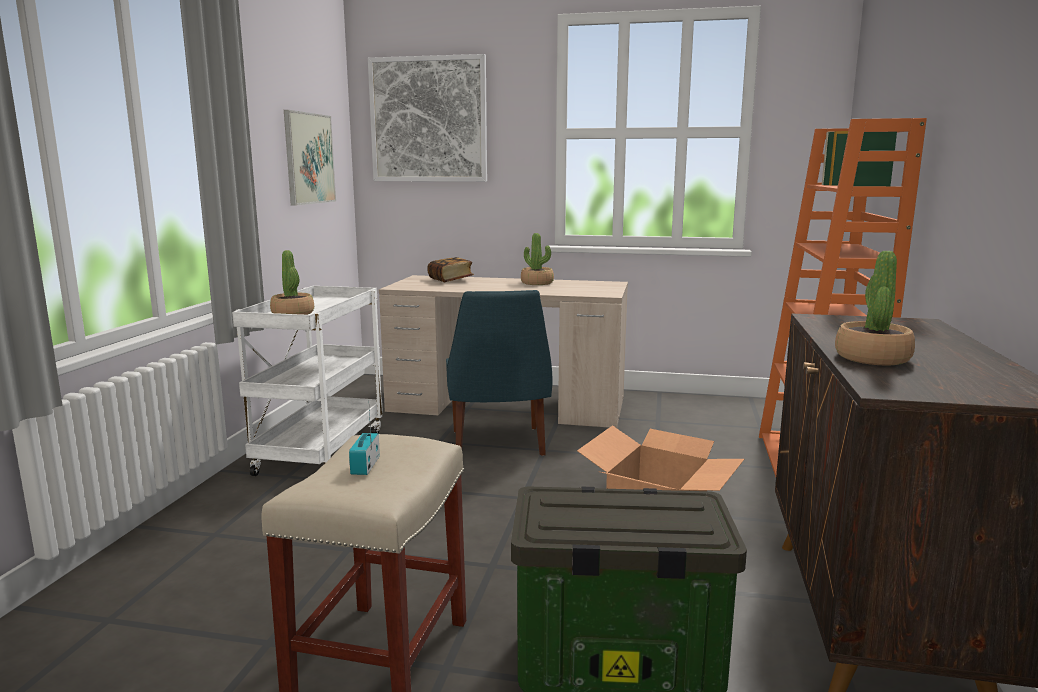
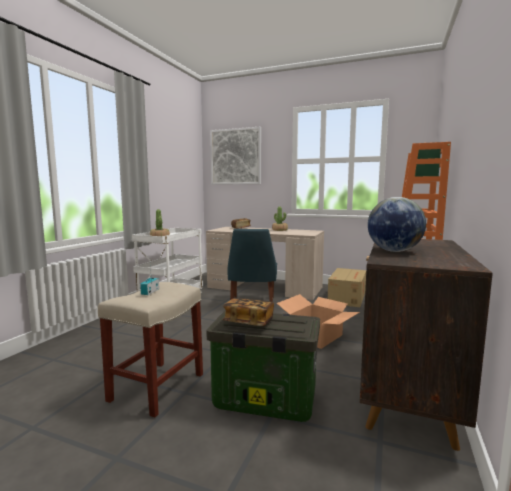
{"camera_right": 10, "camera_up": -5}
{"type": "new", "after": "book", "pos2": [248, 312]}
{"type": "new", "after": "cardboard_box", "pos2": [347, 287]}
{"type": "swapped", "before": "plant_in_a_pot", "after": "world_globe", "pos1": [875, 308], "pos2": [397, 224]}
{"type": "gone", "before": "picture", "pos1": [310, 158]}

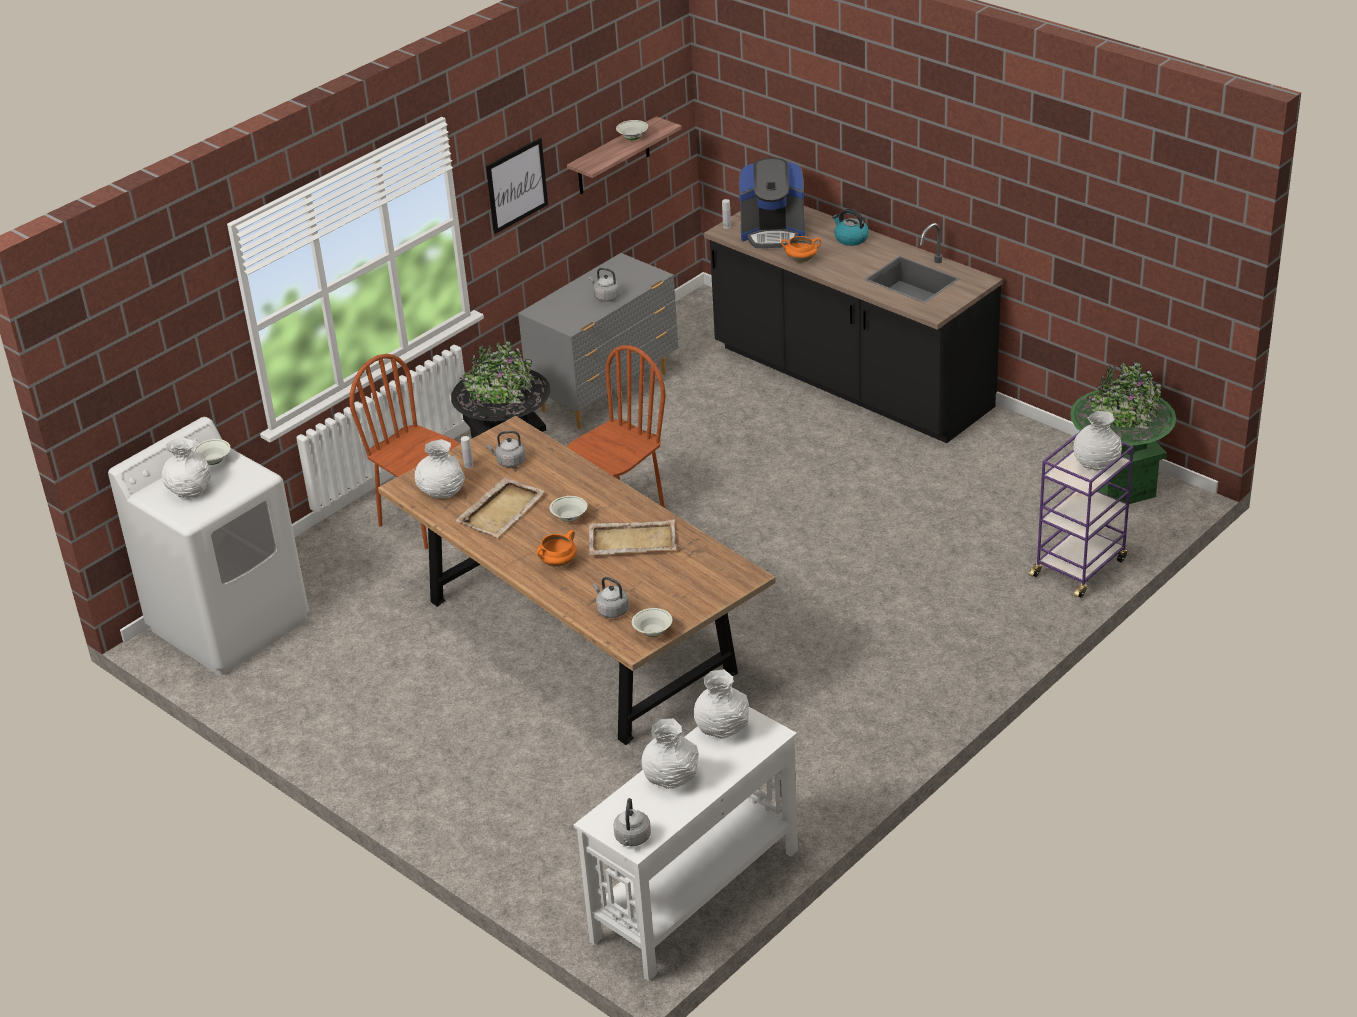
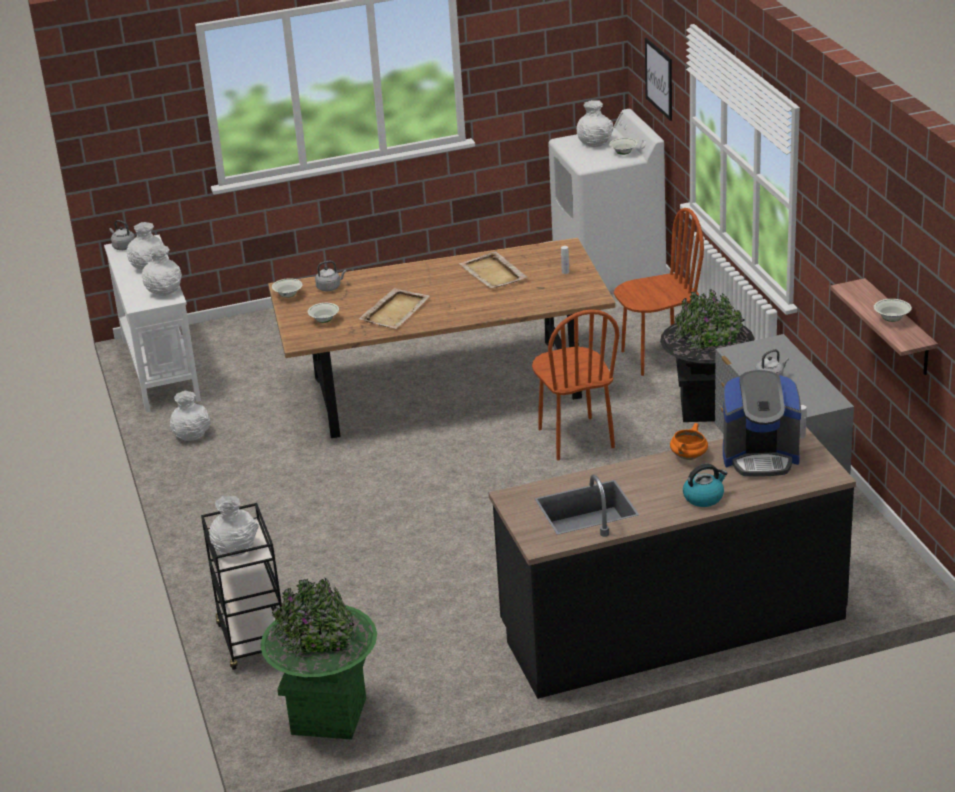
{"camera_right": 120, "camera_up": -5}
{"type": "shifted", "before": "white-coloured_flower_vase", "pos1": [440, 468], "pos2": [190, 415]}
{"type": "repainted", "before": "purple_wheeled_cart", "after": "black-coloured_wheeled_cart", "pos1": [1081, 515], "pos2": [241, 586]}
{"type": "shifted", "before": "white-coloured_deep_dish", "pos1": [569, 509], "pos2": [323, 313]}
{"type": "shifted", "before": "picture", "pos1": [517, 186], "pos2": [658, 79]}
{"type": "rotated", "before": "coffee_brewer", "pos1": [772, 203], "pos2": [762, 423], "turn": -120}
{"type": "gone", "before": "grey_tea_kettle", "pos1": [506, 449]}
{"type": "gone", "before": "orange-coloured_saucepot", "pos1": [556, 548]}

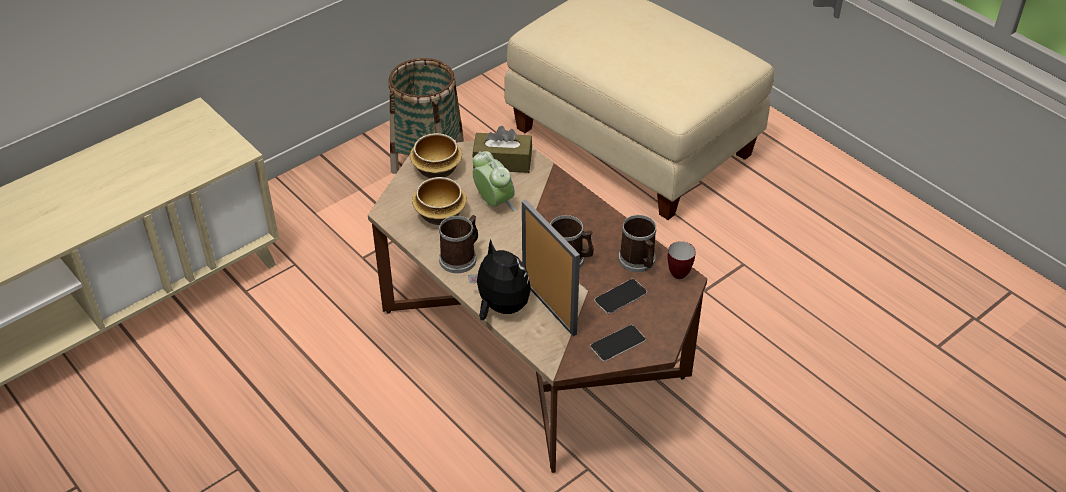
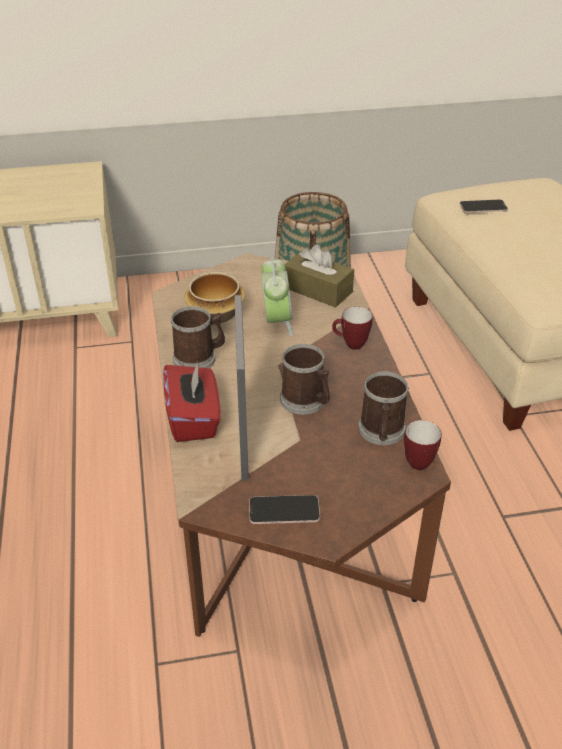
{"camera_right": 30, "camera_up": -5}
{"type": "swapped", "before": "cuddly_toy", "after": "red-coloured_box_of_tissues", "pos1": [499, 279], "pos2": [191, 402]}
{"type": "new", "after": "tea_mug", "pos2": [352, 328]}
{"type": "shifted", "before": "phone", "pos1": [620, 296], "pos2": [484, 206]}
{"type": "gone", "before": "deep_dish", "pos1": [436, 155]}

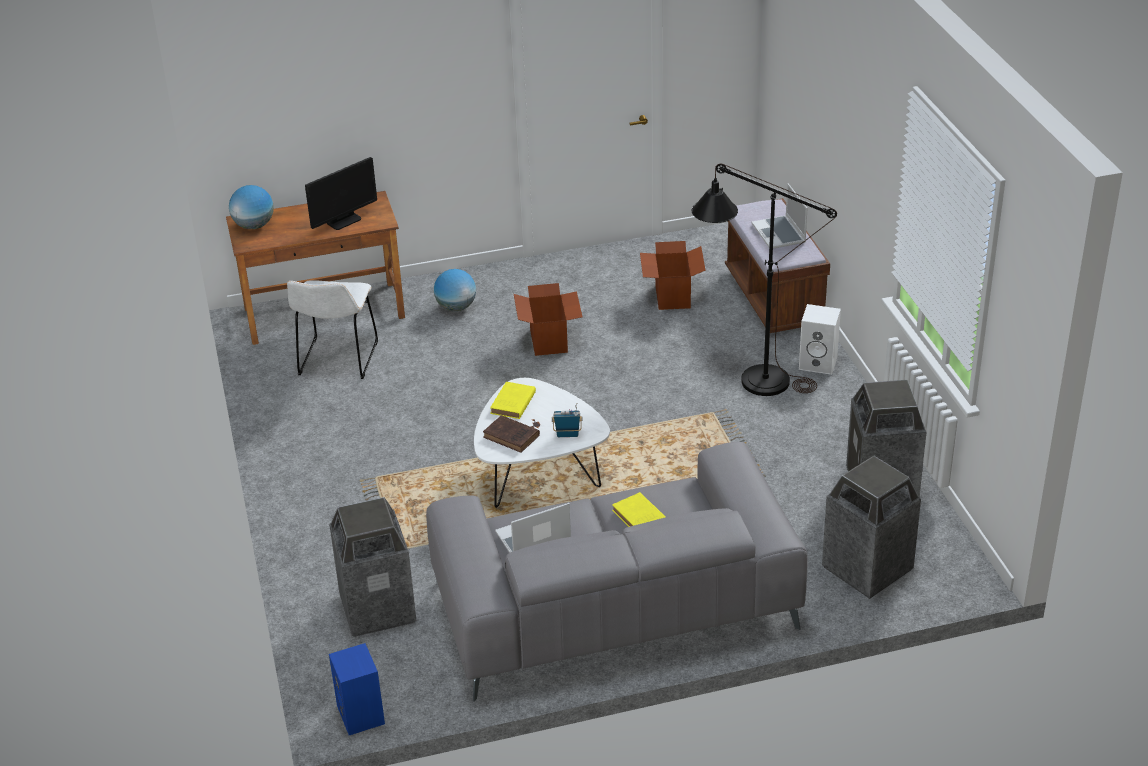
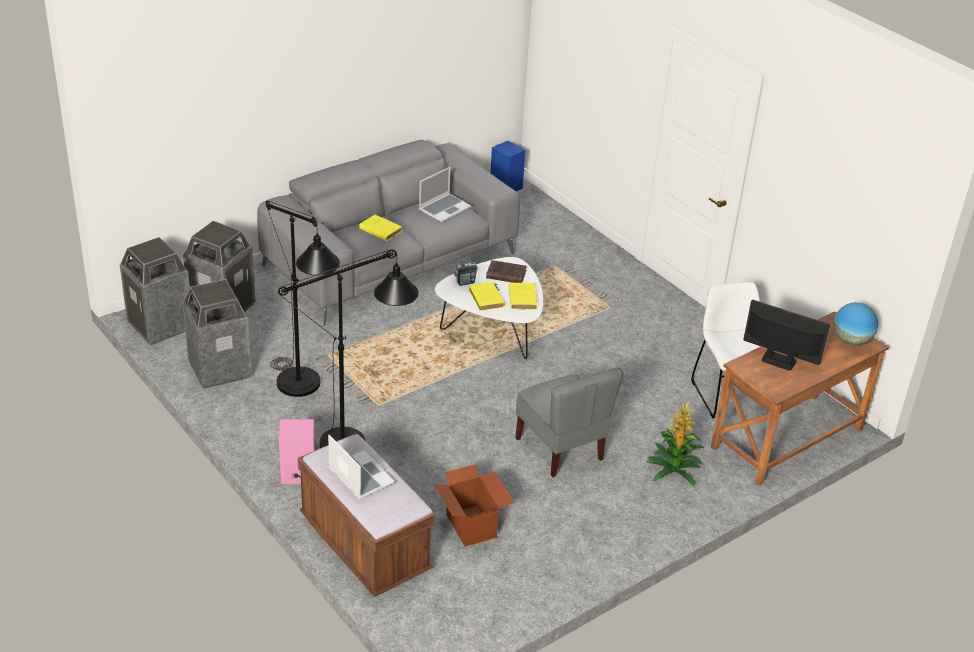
{"camera_right": 155, "camera_up": 0}
{"type": "shifted", "before": "waste_bin", "pos1": [373, 567], "pos2": [154, 291]}
{"type": "new", "after": "black-coloured_standing_lamp", "pos2": [303, 299]}
{"type": "repainted", "before": "white-coloured_audio_speaker", "after": "pinkish_audio_speaker", "pos1": [820, 339], "pos2": [297, 451]}
{"type": "new", "after": "yellow_book", "pos2": [487, 296]}
{"type": "swapped", "before": "cardboard_box", "after": "grey_plain_chair", "pos1": [548, 319], "pos2": [569, 422]}
{"type": "swapped", "before": "world_globe", "after": "plant_in_a_pot", "pos1": [455, 290], "pos2": [675, 444]}
{"type": "rotated", "before": "monitor", "pos1": [341, 193], "pos2": [786, 335], "turn": 90}

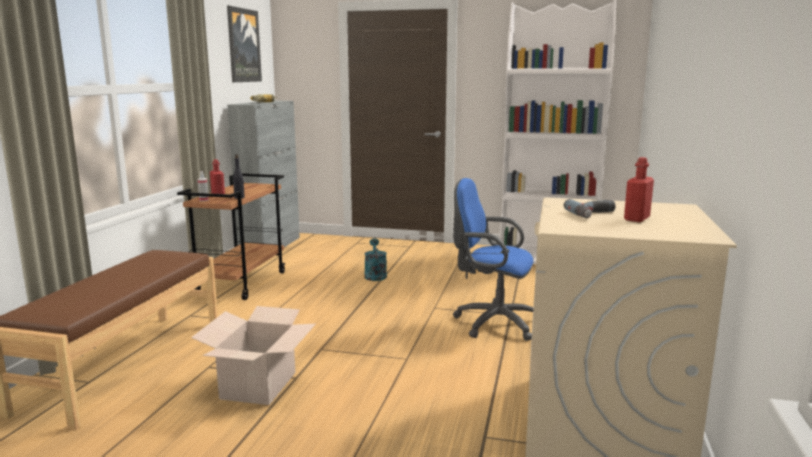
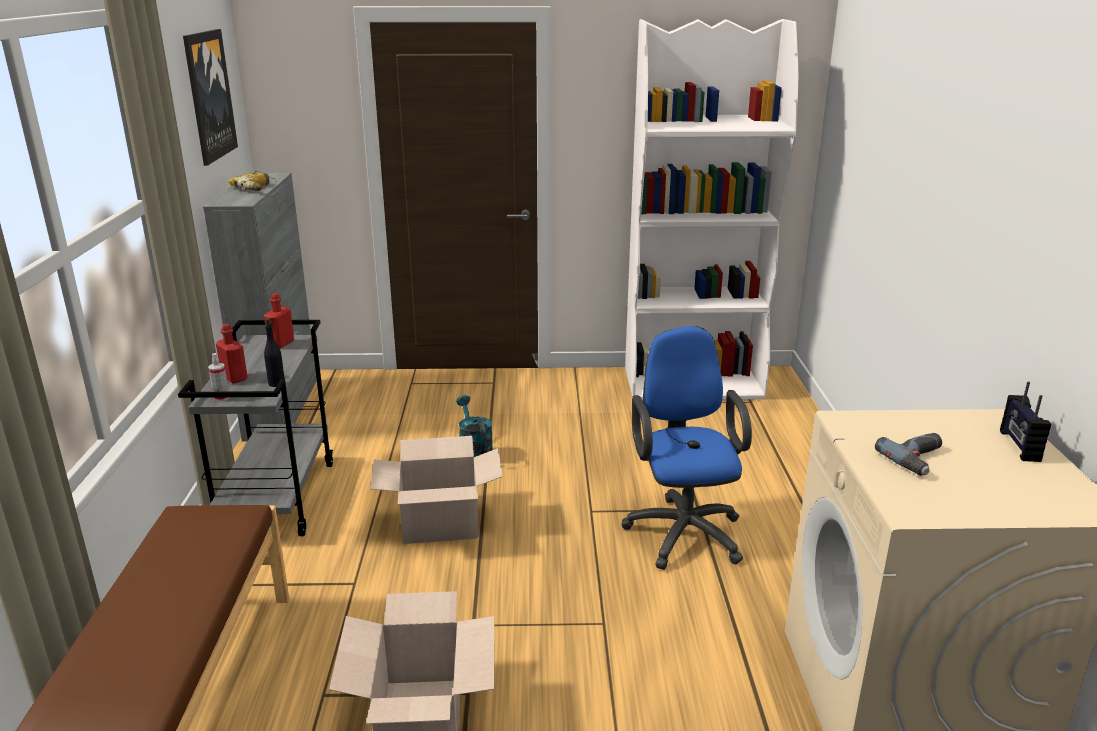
{"camera_right": -15, "camera_up": 10}
{"type": "repainted", "before": "brown_wheeled_cart", "after": "grey_wheeled_cart", "pos1": [231, 236], "pos2": [255, 428]}
{"type": "shifted", "before": "red-coloured_drink_bottle", "pos1": [639, 189], "pos2": [279, 321]}
{"type": "new", "after": "cardboard_box", "pos2": [437, 490]}
{"type": "rotated", "before": "blue_desk_chair", "pos1": [493, 259], "pos2": [686, 448], "turn": 75}
{"type": "new", "after": "radio_set", "pos2": [1025, 422]}

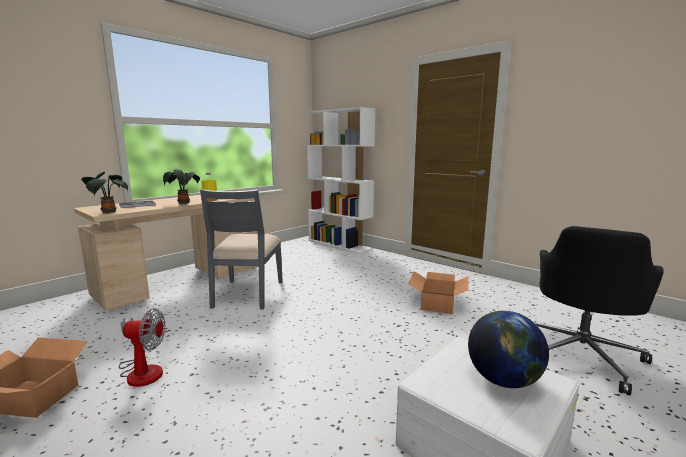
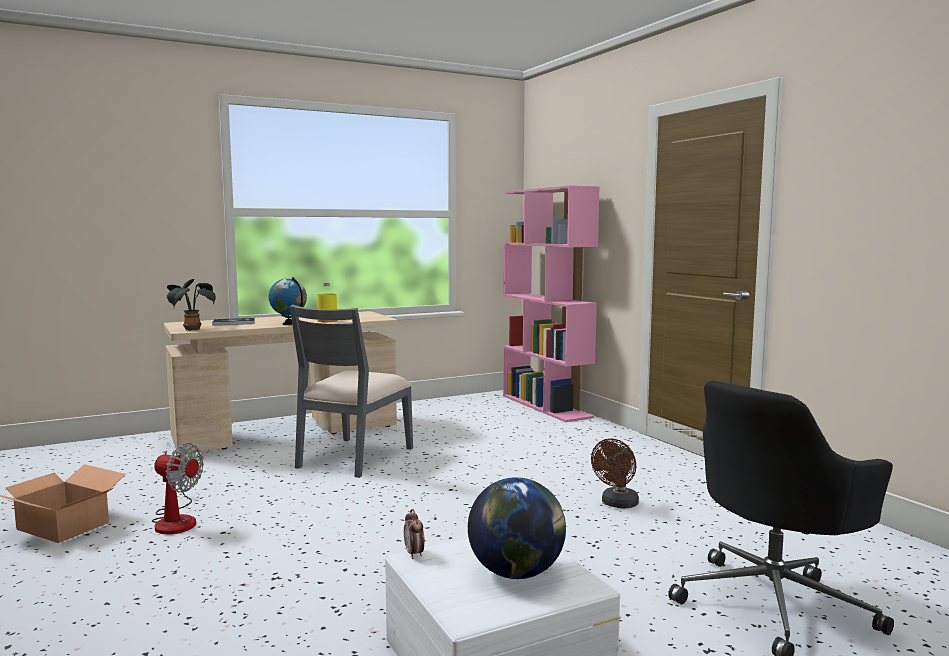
{"camera_right": 20, "camera_up": -5}
{"type": "swapped", "before": "plant_in_a_pot", "after": "world_globe", "pos1": [181, 186], "pos2": [288, 301]}
{"type": "new", "after": "table_clock", "pos2": [414, 534]}
{"type": "repainted", "before": "white-coloured_bookshelf", "after": "pinkish_bookshelf", "pos1": [340, 180], "pos2": [551, 303]}
{"type": "swapped", "before": "cardboard_box", "after": "brown_electric_fan", "pos1": [438, 292], "pos2": [615, 473]}

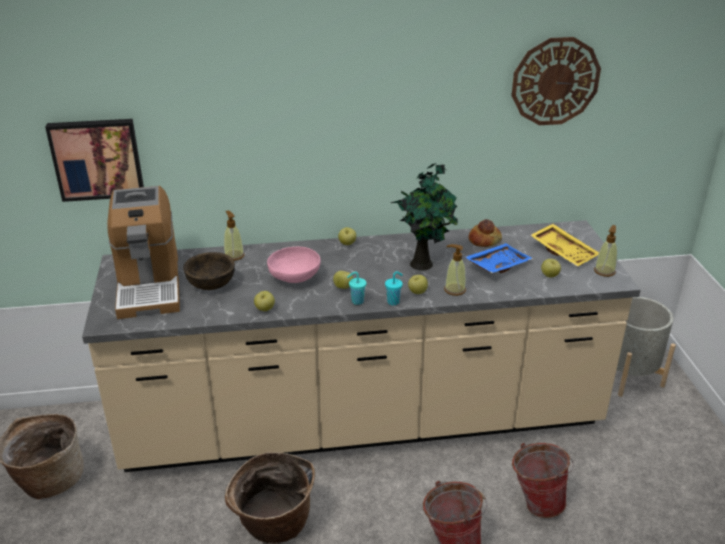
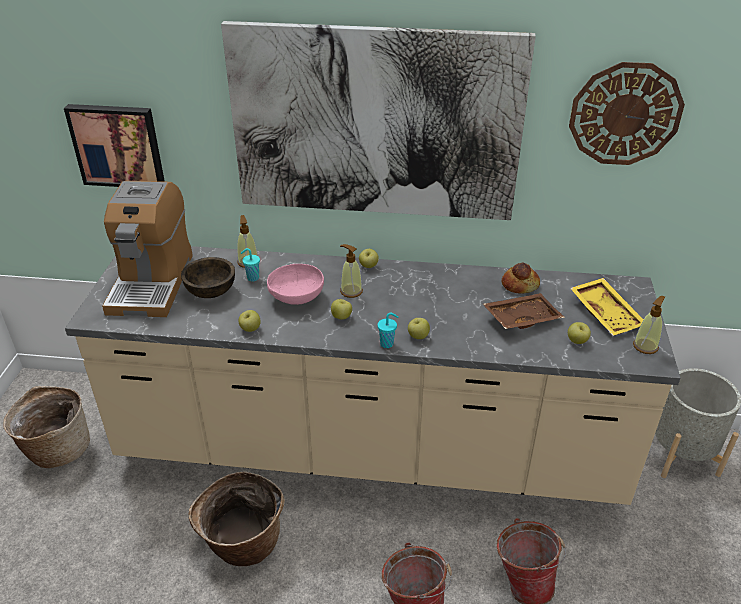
{"camera_right": 15, "camera_up": 5}
{"type": "new", "after": "picture", "pos2": [378, 120]}
{"type": "shifted", "before": "turquoise-coloured_drinking_cup", "pos1": [356, 288], "pos2": [250, 264]}
{"type": "shifted", "before": "soap_bottle", "pos1": [455, 270], "pos2": [351, 271]}
{"type": "repainted", "before": "blue_serving_tray", "after": "brown_serving_tray", "pos1": [499, 258], "pos2": [524, 311]}
{"type": "gone", "before": "plant_in_a_pot", "pos1": [424, 217]}

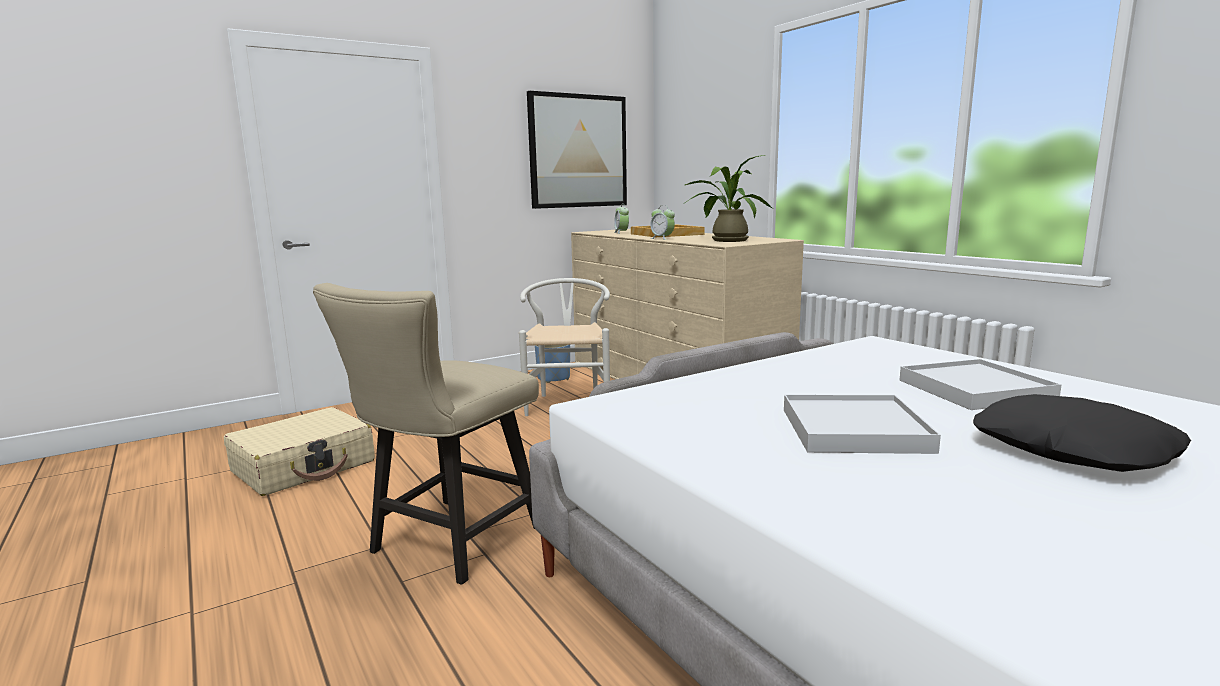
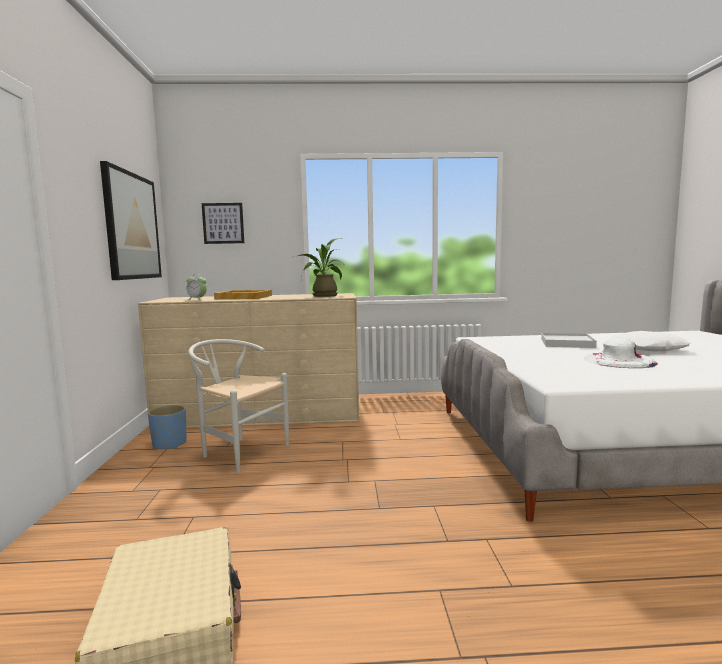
{"camera_right": -60, "camera_up": -5}
{"type": "new", "after": "picture", "pos2": [223, 223]}
{"type": "swapped", "before": "white-coloured_serving_tray", "after": "white-coloured_hat", "pos1": [862, 424], "pos2": [620, 353]}
{"type": "repainted", "before": "black-coloured_cushion", "after": "white-coloured_cushion", "pos1": [1082, 433], "pos2": [650, 341]}
{"type": "gone", "before": "beige_plain_chair", "pos1": [426, 434]}
{"type": "gone", "before": "table_clock", "pos1": [662, 222]}

